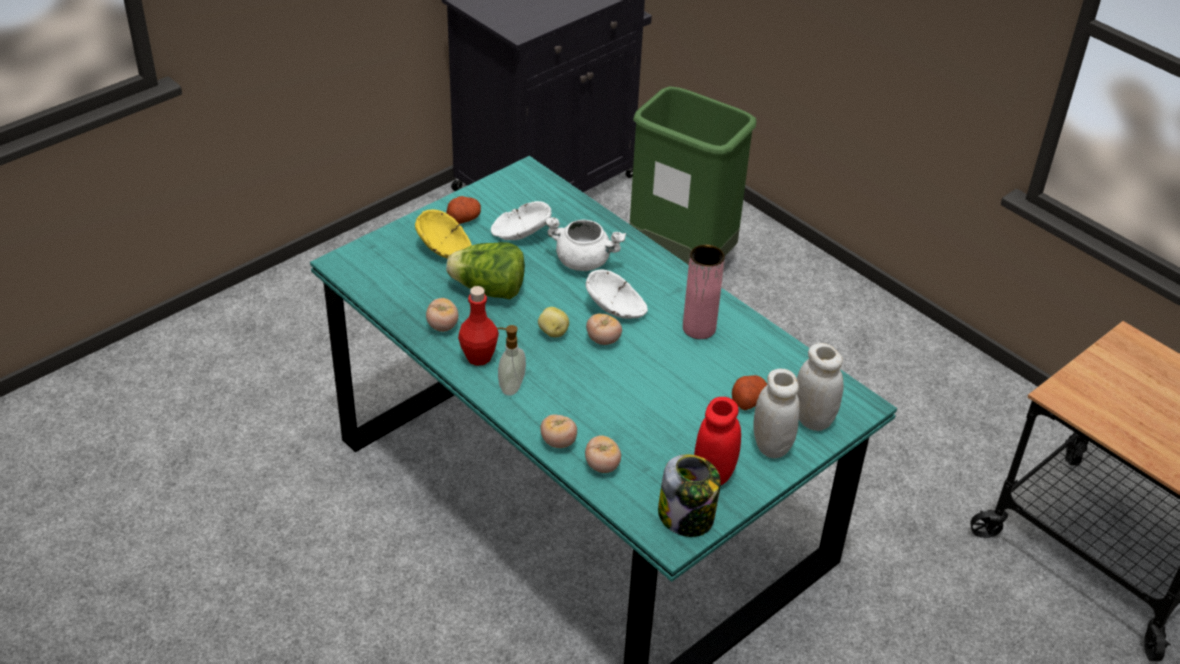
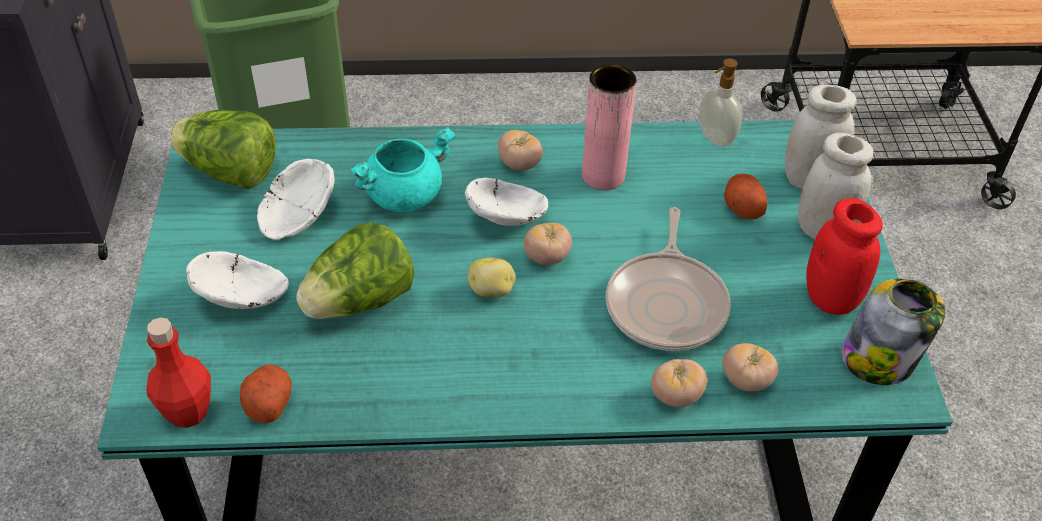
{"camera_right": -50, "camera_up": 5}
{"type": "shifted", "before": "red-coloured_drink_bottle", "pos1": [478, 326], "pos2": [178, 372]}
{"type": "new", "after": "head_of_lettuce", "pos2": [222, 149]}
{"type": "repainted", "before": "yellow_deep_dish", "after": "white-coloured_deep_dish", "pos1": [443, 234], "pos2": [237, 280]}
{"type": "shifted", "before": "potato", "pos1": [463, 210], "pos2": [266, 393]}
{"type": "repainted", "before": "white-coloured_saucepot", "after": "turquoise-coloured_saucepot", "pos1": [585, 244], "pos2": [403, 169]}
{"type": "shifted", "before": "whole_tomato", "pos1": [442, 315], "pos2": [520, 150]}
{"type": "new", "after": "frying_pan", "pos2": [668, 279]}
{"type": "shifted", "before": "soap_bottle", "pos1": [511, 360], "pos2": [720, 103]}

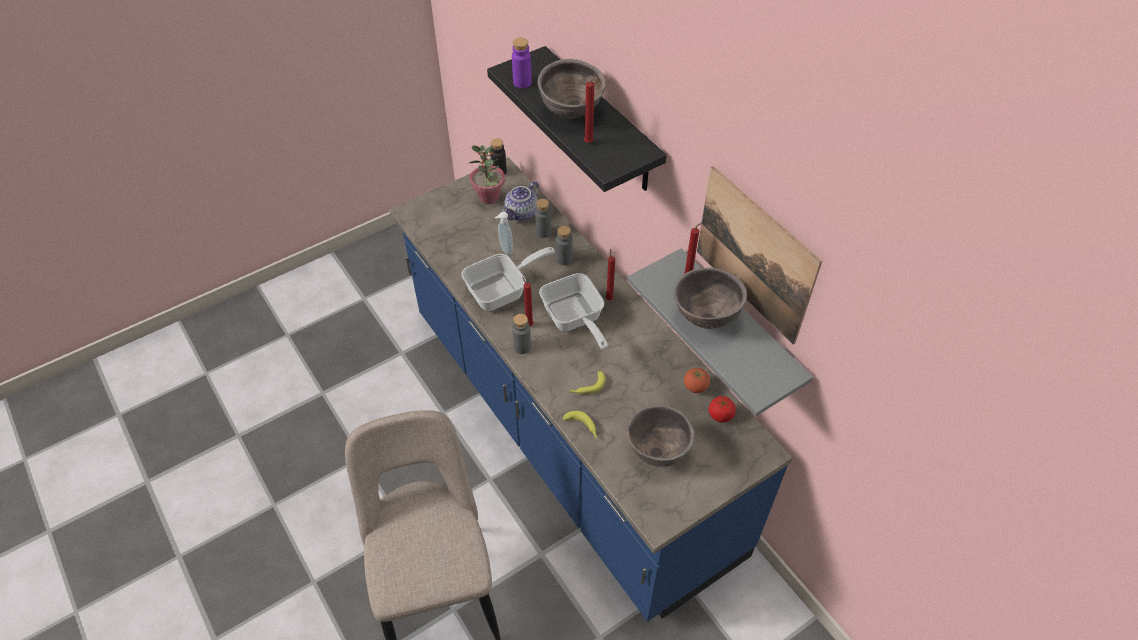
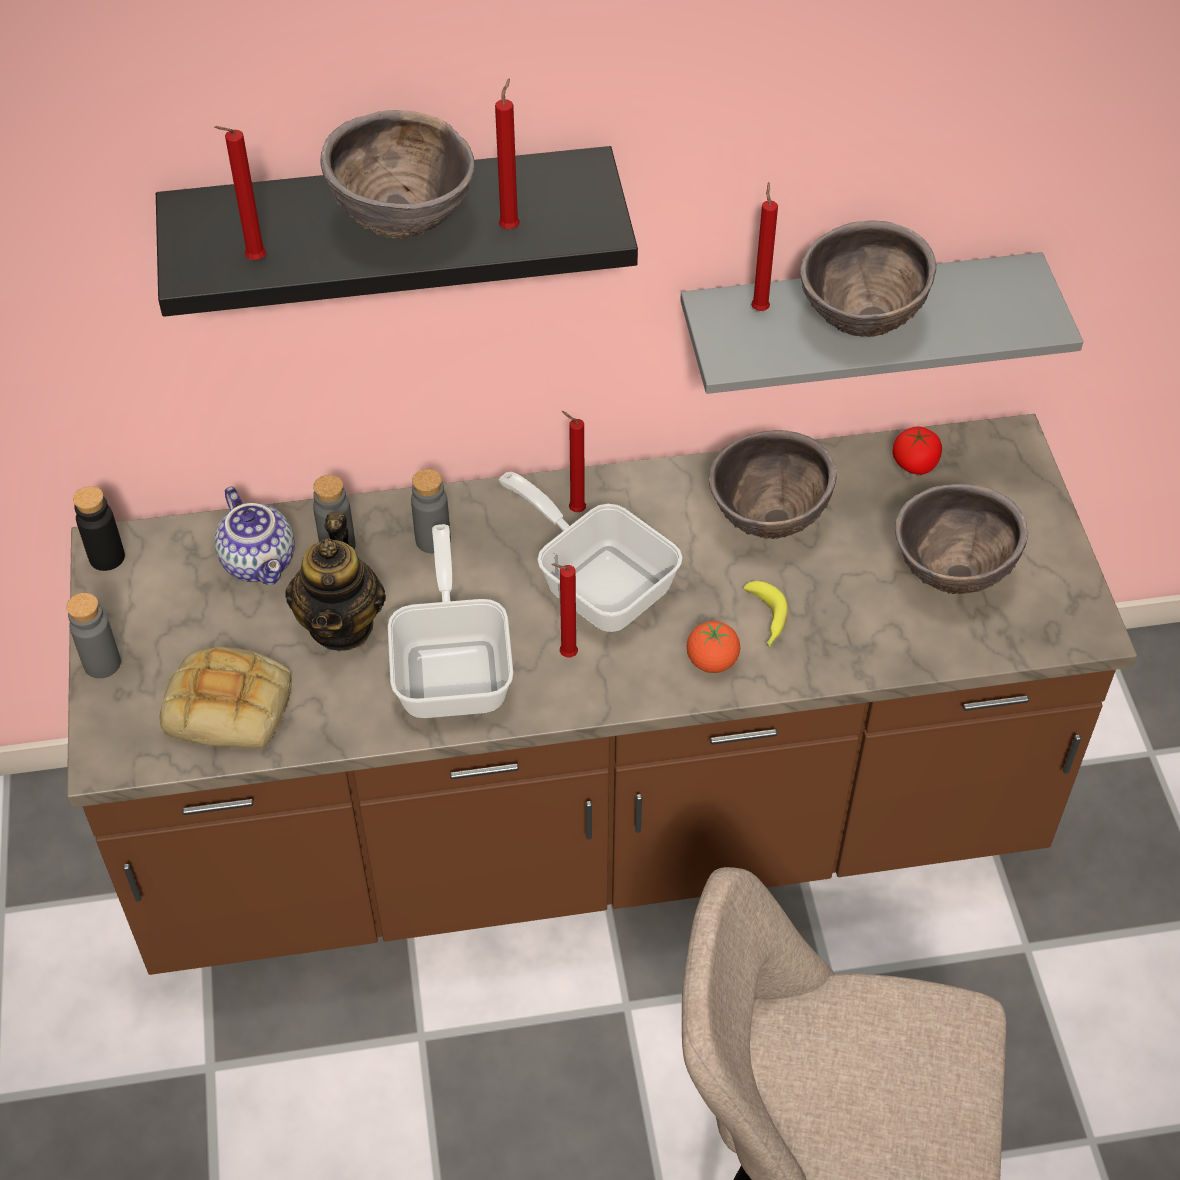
{"camera_right": -65, "camera_up": 0}
{"type": "repainted", "before": "blue_kitchen_counter", "after": "brown_kitchen_counter", "pos1": [591, 389], "pos2": [602, 694]}
{"type": "shifted", "before": "grey_drink_bottle", "pos1": [521, 334], "pos2": [94, 635]}
{"type": "new", "after": "baked_bread", "pos2": [226, 698]}
{"type": "swapped", "before": "purple_drink_bottle", "after": "red-coloured_wax_light", "pos1": [522, 63], "pos2": [240, 193]}
{"type": "swapped", "before": "soap_bottle", "after": "teapot", "pos1": [504, 233], "pos2": [335, 581]}
{"type": "rotated", "before": "frying_pan", "pos1": [573, 311], "pos2": [591, 552], "turn": -135}
{"type": "shifted", "before": "whole_tomato", "pos1": [697, 380], "pos2": [713, 647]}
{"type": "new", "after": "brown_deep_dish", "pos2": [773, 484]}
{"type": "gone", "before": "plant_in_a_pot", "pos1": [487, 174]}
{"type": "gone", "before": "banana", "pos1": [580, 425]}
{"type": "gone", "before": "picture", "pos1": [759, 255]}

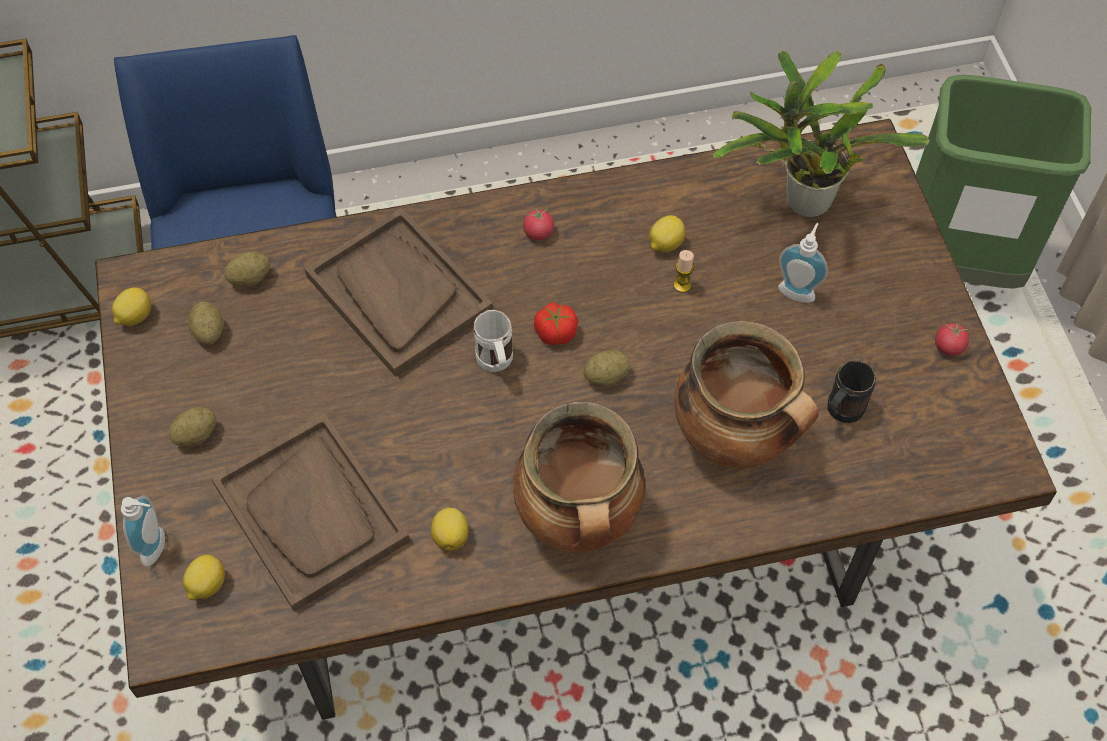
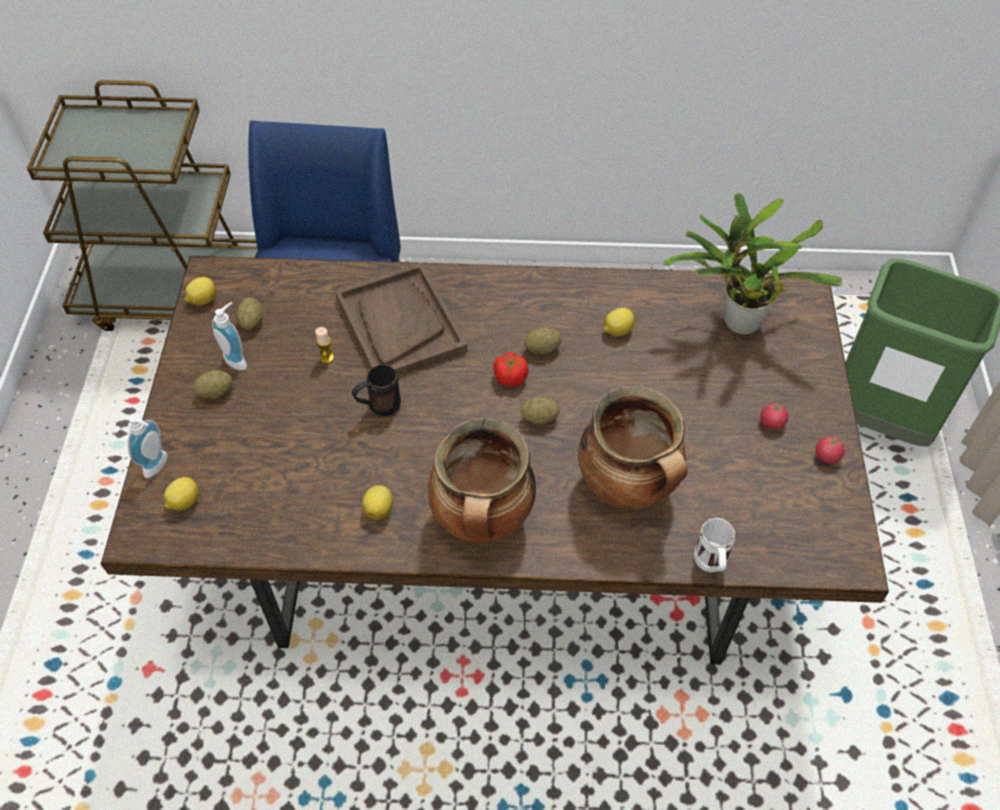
{"camera_right": 15, "camera_up": -5}
{"type": "shifted", "before": "soap_bottle", "pos1": [803, 263], "pos2": [229, 336]}
{"type": "shifted", "before": "wax_light", "pos1": [684, 271], "pos2": [324, 345]}
{"type": "shifted", "before": "black-coloured_tea_mug", "pos1": [851, 392], "pos2": [376, 390]}
{"type": "shifted", "before": "potato", "pos1": [247, 269], "pos2": [543, 341]}
{"type": "shifted", "before": "white-coloured_tea_mug", "pos1": [493, 341], "pos2": [714, 545]}
{"type": "shifted", "before": "whole_tomato", "pos1": [538, 223], "pos2": [774, 415]}
{"type": "gone", "before": "brown_serving_tray", "pos1": [310, 512]}

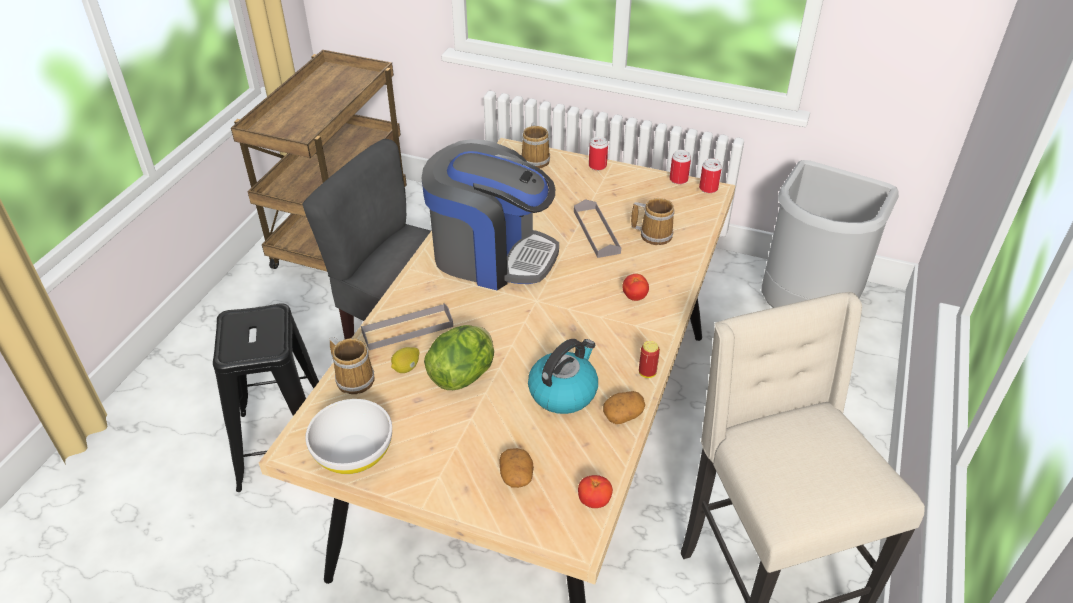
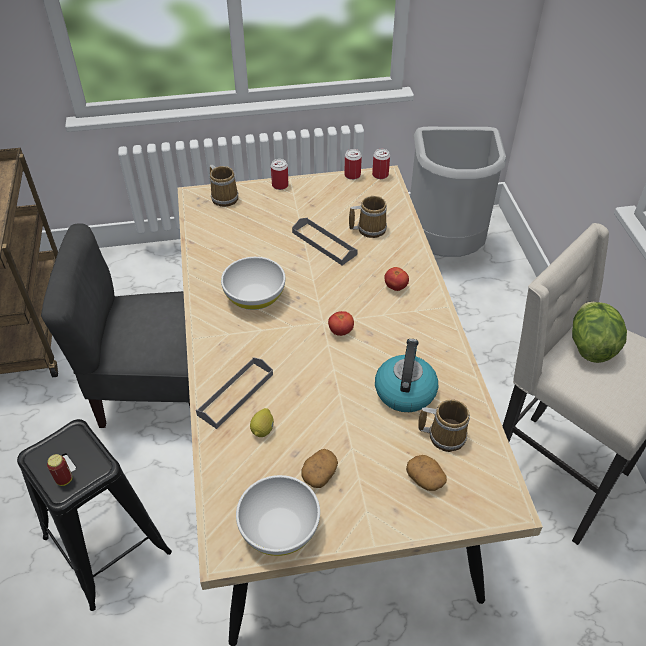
{"camera_right": -30, "camera_up": 5}
{"type": "shifted", "before": "metal_can", "pos1": [649, 359], "pos2": [59, 470]}
{"type": "swapped", "before": "coffee_brewer", "after": "white-coloured_deep_dish", "pos1": [490, 214], "pos2": [253, 283]}
{"type": "shifted", "before": "potato", "pos1": [624, 407], "pos2": [319, 468]}
{"type": "shifted", "before": "whole_tomato", "pos1": [595, 491], "pos2": [341, 323]}
{"type": "shifted", "before": "tea_mug", "pos1": [352, 365], "pos2": [444, 426]}
{"type": "shifted", "before": "head_of_lettuce", "pos1": [459, 357], "pos2": [599, 332]}

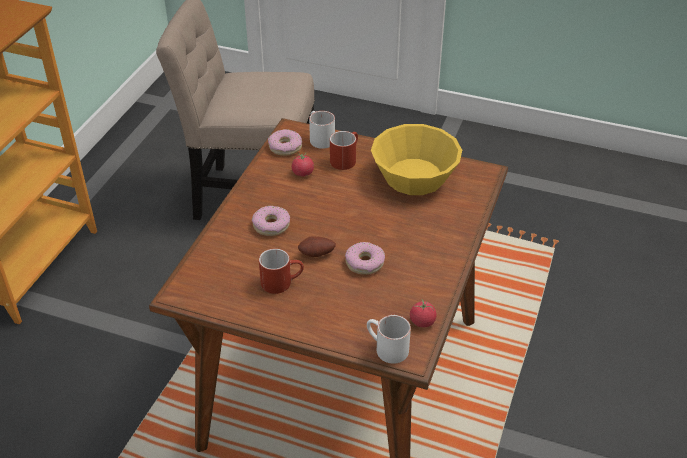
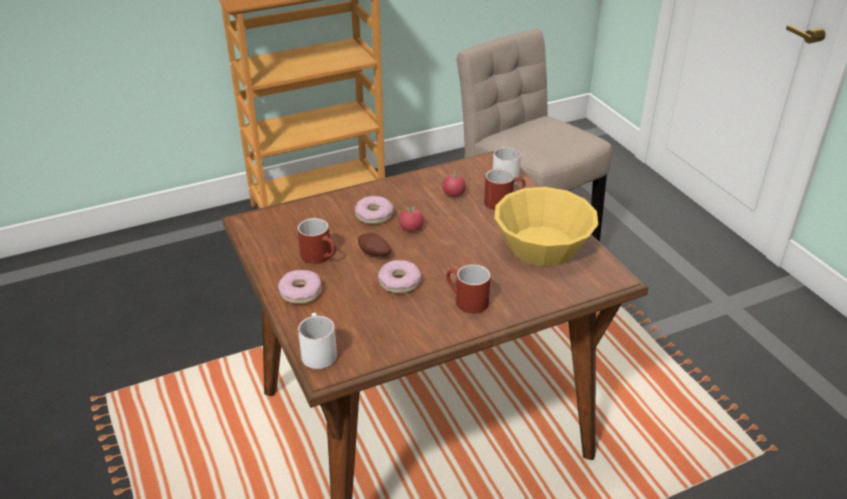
{"camera_right": 45, "camera_up": -5}
{"type": "shifted", "before": "ring_doughnut", "pos1": [285, 142], "pos2": [300, 287]}
{"type": "shifted", "before": "whole_tomato", "pos1": [423, 313], "pos2": [411, 219]}
{"type": "new", "after": "red-coloured_tea_mug", "pos2": [468, 289]}

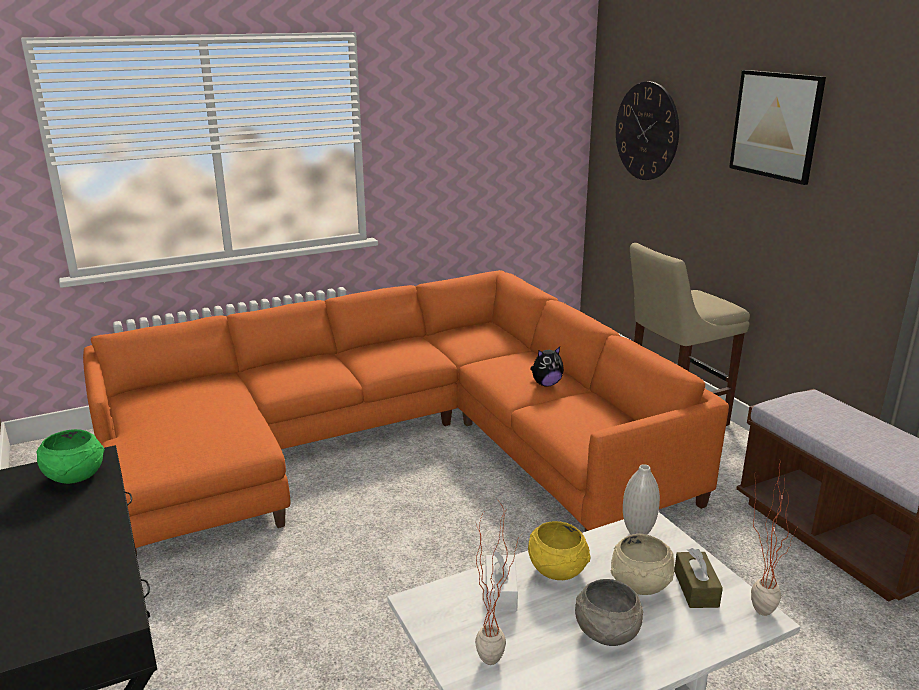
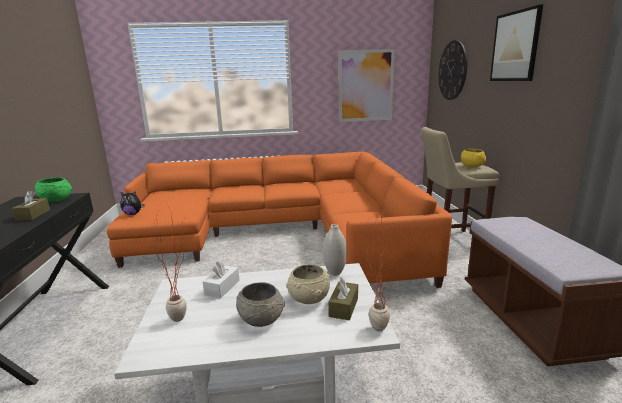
{"camera_right": 20, "camera_up": -5}
{"type": "new", "after": "brown_box_of_tissues", "pos2": [31, 206]}
{"type": "shifted", "before": "cuddly_toy", "pos1": [547, 367], "pos2": [132, 203]}
{"type": "new", "after": "picture", "pos2": [366, 85]}
{"type": "shifted", "before": "yellow_deep_dish", "pos1": [559, 550], "pos2": [473, 158]}

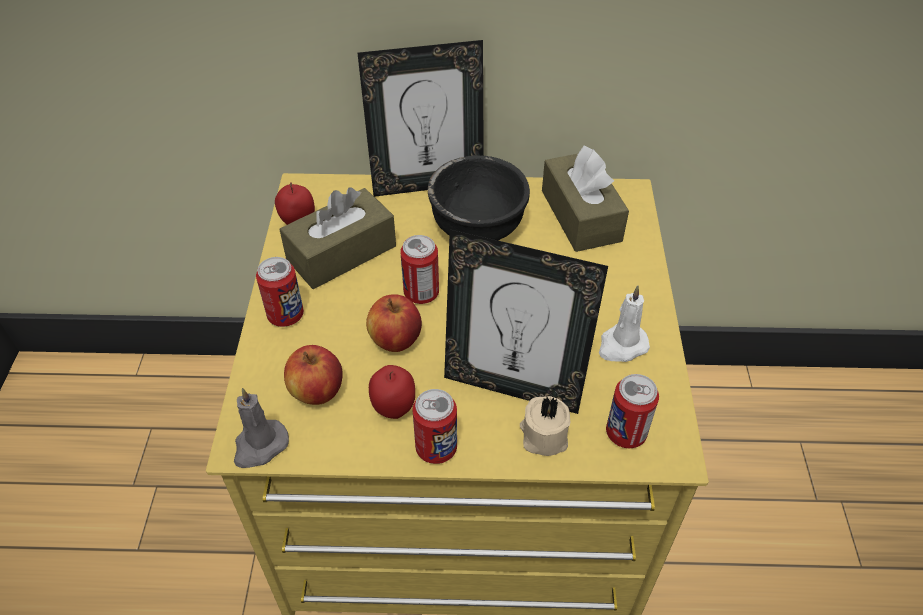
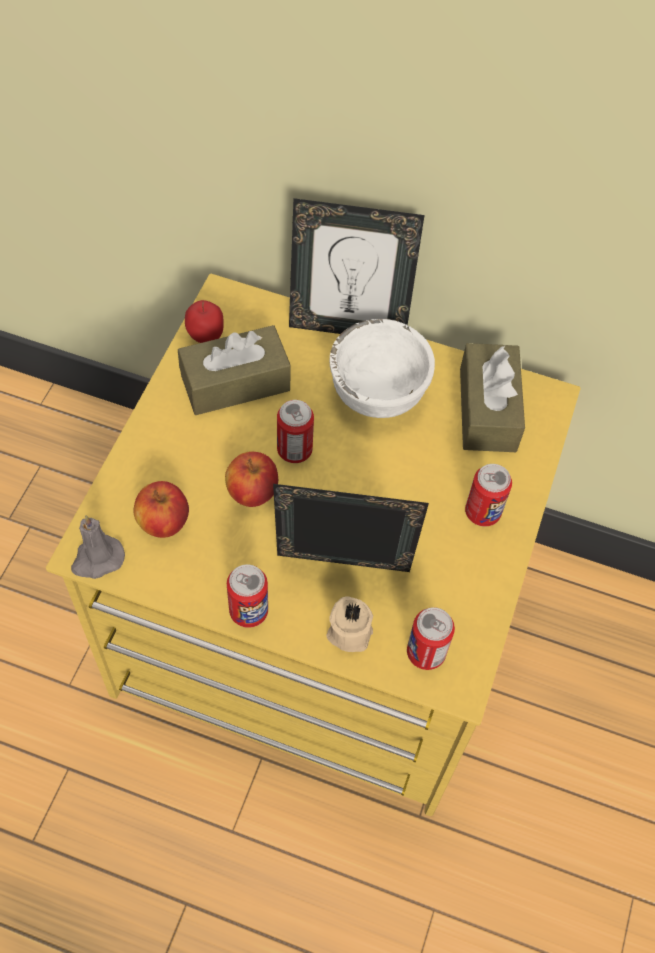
{"camera_right": 15, "camera_up": 10}
{"type": "rotated", "before": "picture_frame", "pos1": [526, 322], "pos2": [351, 528], "turn": 150}
{"type": "repainted", "before": "black-coloured_deep_dish", "after": "white-coloured_deep_dish", "pos1": [479, 197], "pos2": [382, 368]}
{"type": "shifted", "before": "metal_can", "pos1": [280, 292], "pos2": [488, 495]}
{"type": "gone", "before": "whole_apple", "pos1": [392, 392]}
{"type": "gone", "before": "white-coloured_wax_light", "pos1": [624, 324]}

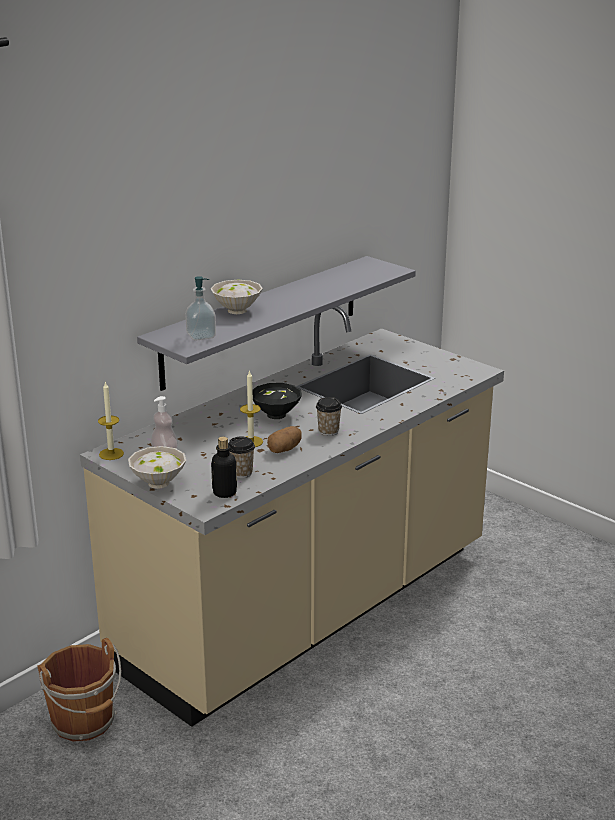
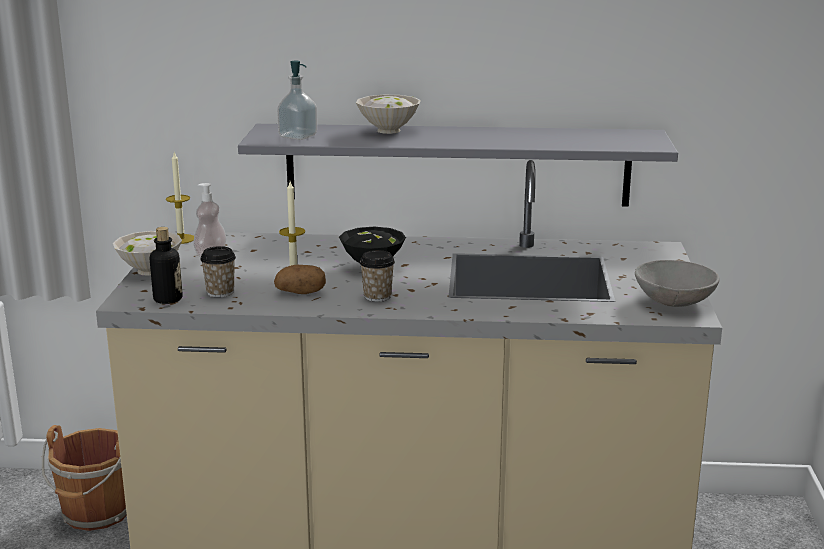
{"camera_right": 50, "camera_up": -5}
{"type": "new", "after": "grey_deep_dish", "pos2": [677, 283]}

